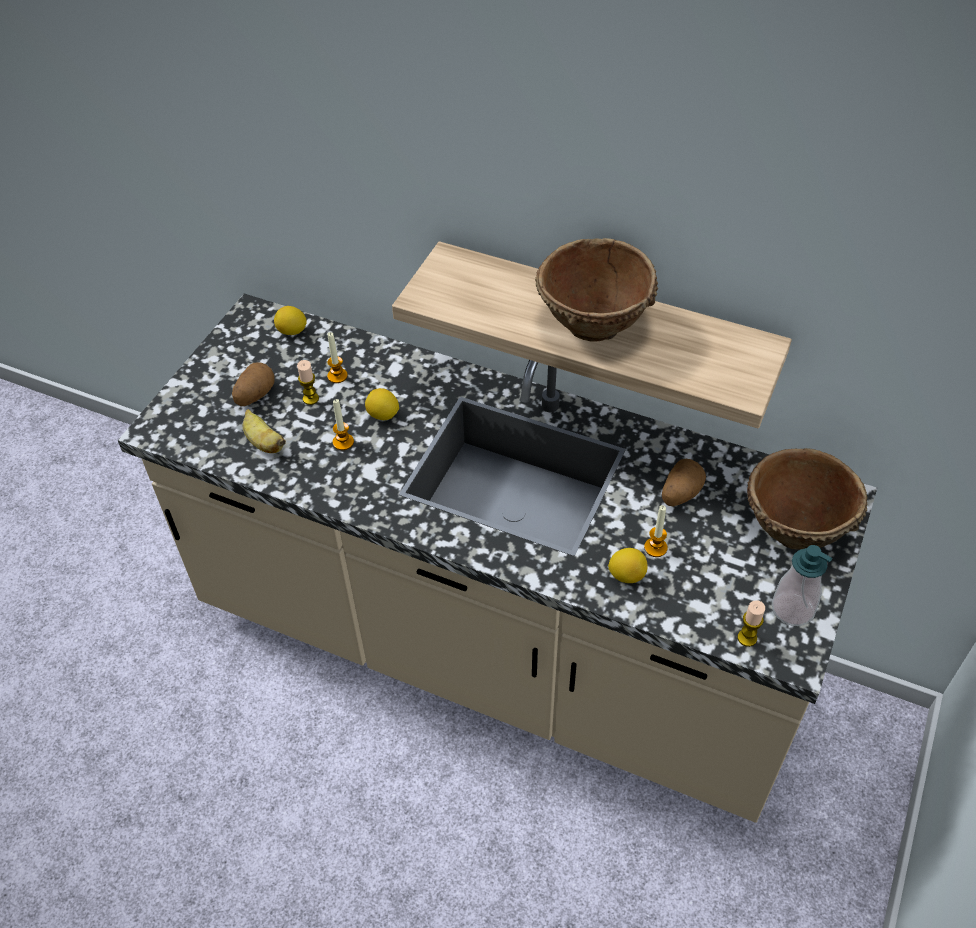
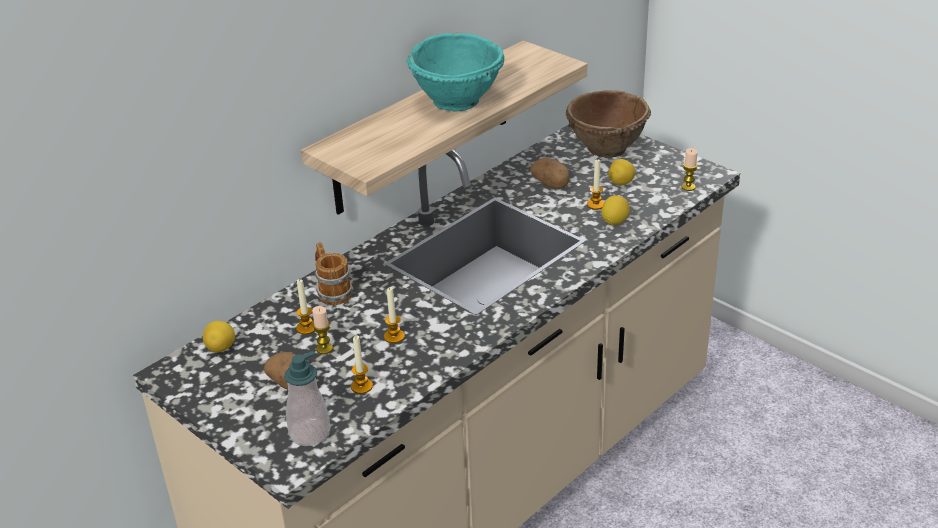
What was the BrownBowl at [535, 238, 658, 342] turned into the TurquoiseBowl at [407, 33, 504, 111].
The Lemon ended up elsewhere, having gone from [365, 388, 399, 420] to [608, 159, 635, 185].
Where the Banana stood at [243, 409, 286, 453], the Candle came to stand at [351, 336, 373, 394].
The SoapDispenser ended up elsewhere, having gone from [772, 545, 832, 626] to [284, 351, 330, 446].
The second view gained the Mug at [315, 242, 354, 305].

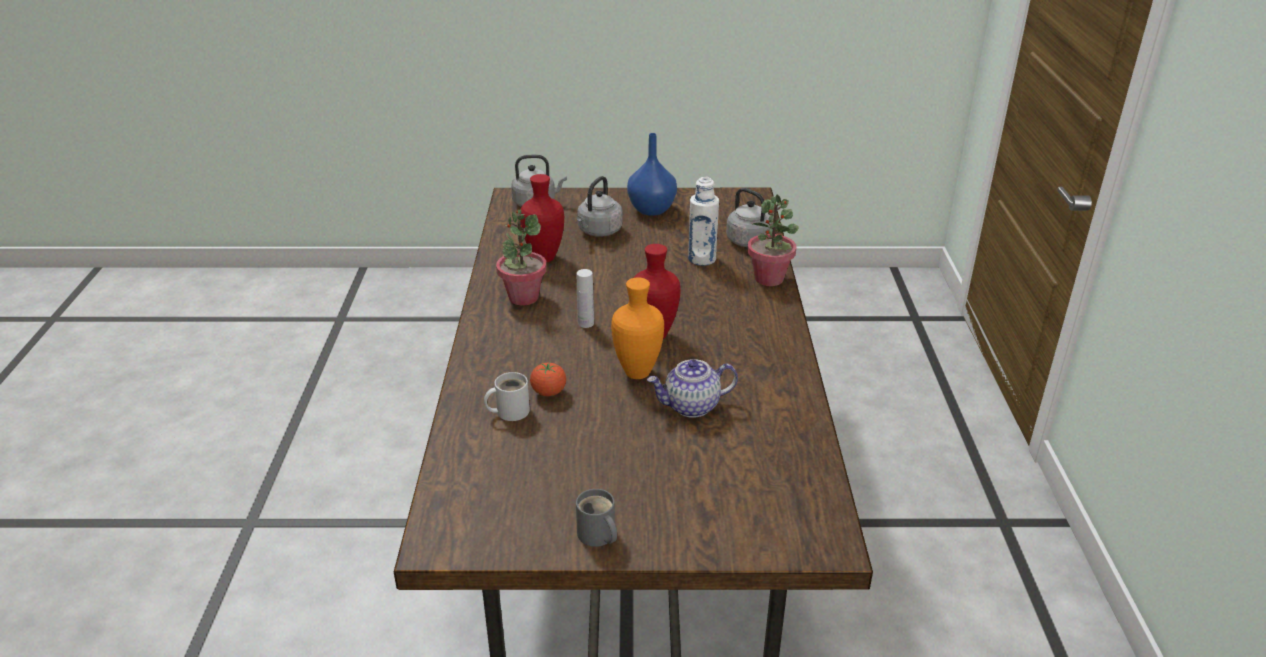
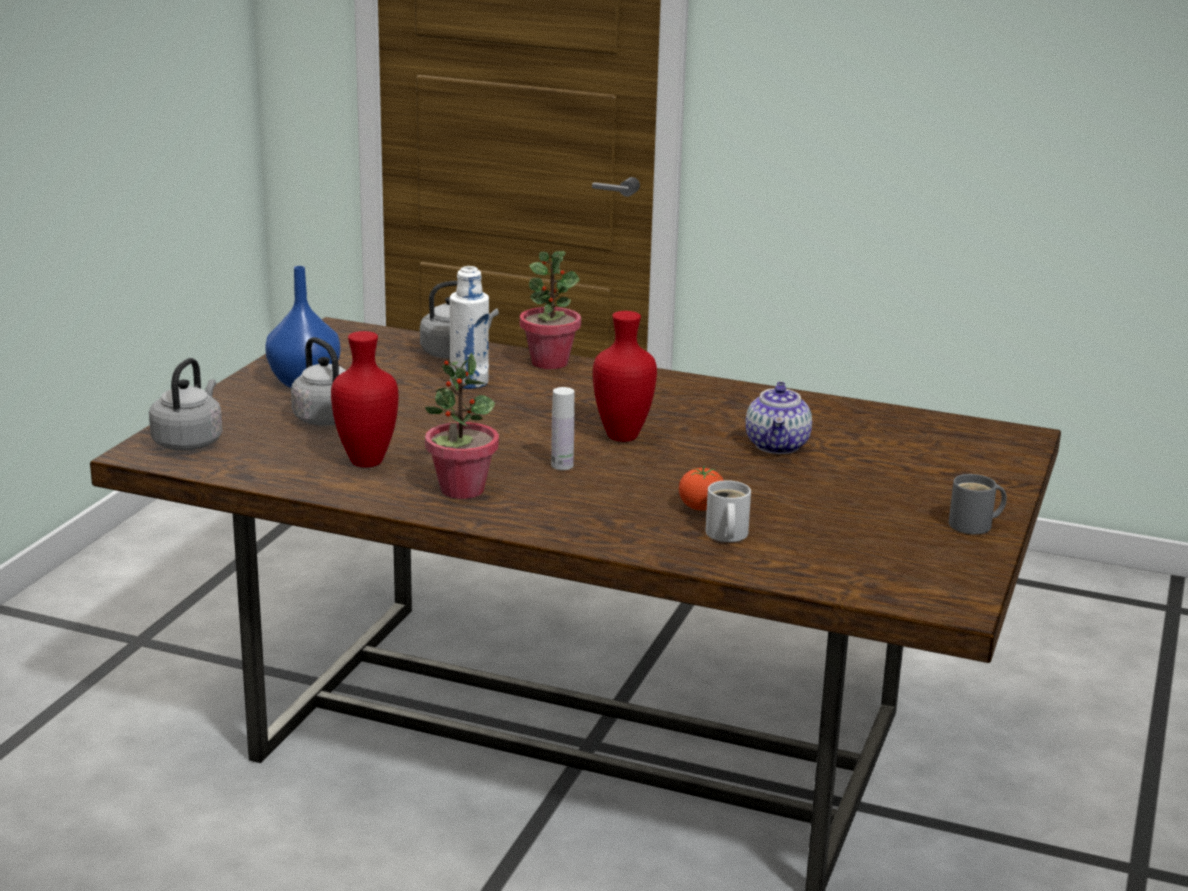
The second view lost the OrangeVase at [611, 277, 664, 379].

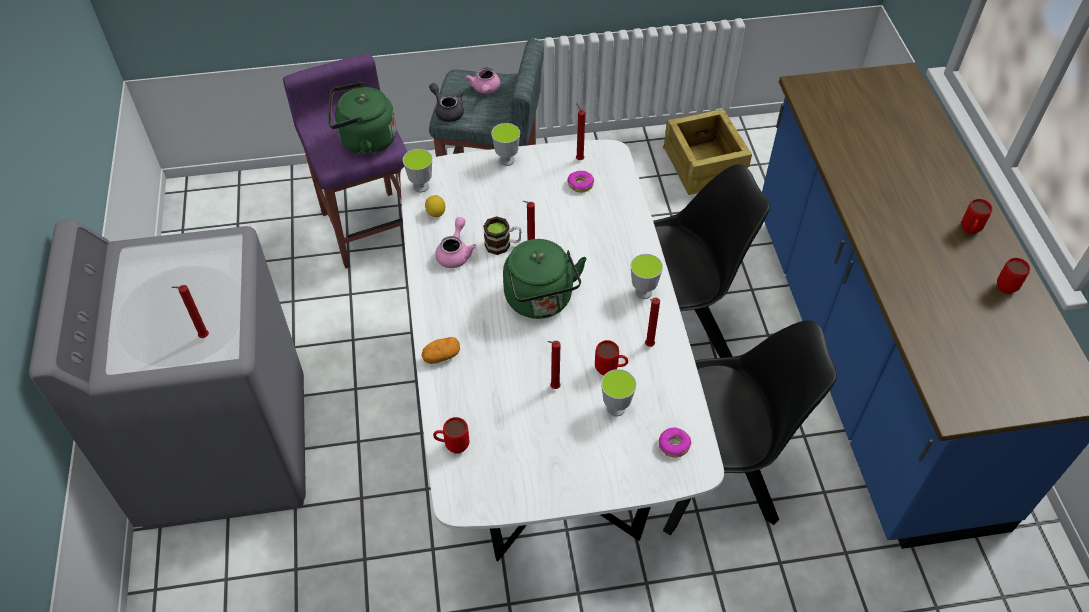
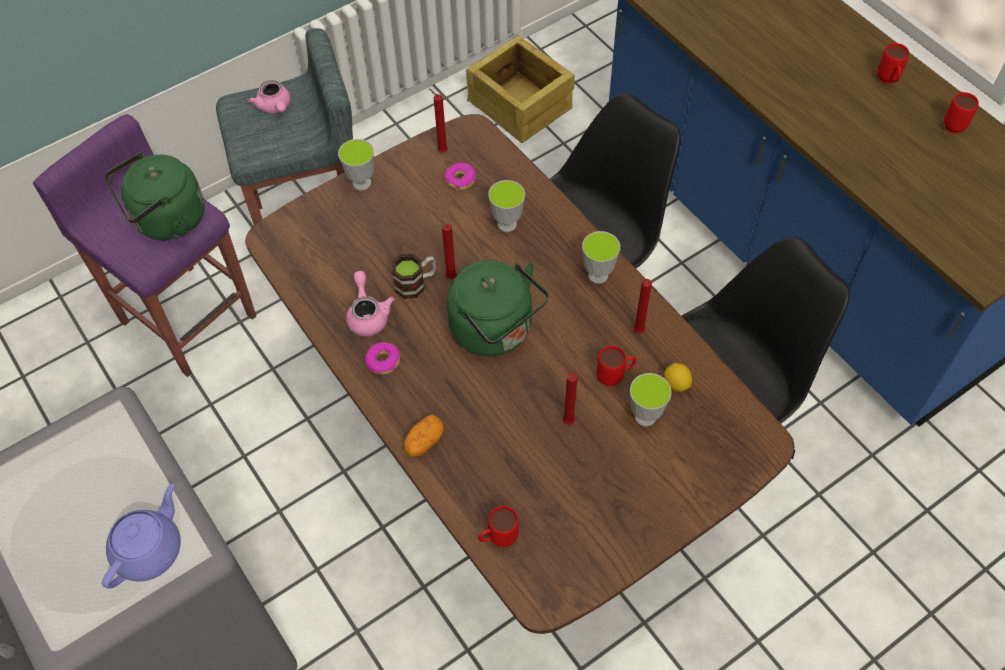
The second view lost the GreyTeapot at [429, 83, 464, 122].
What was the WhiteDiningTable at [400, 140, 724, 562] turned into the BrownDiningTable at [245, 114, 794, 634].
The Cup ended up elsewhere, having gone from [403, 149, 432, 192] to [488, 180, 525, 232].
The Lemon ended up elsewhere, having gone from [425, 195, 445, 217] to [664, 363, 692, 392].
Where the RedCandle stood at [172, 285, 209, 338], the PurpleTeapot came to stand at [102, 484, 181, 589].
The Donut ended up elsewhere, having gone from [659, 428, 691, 458] to [365, 342, 400, 375].

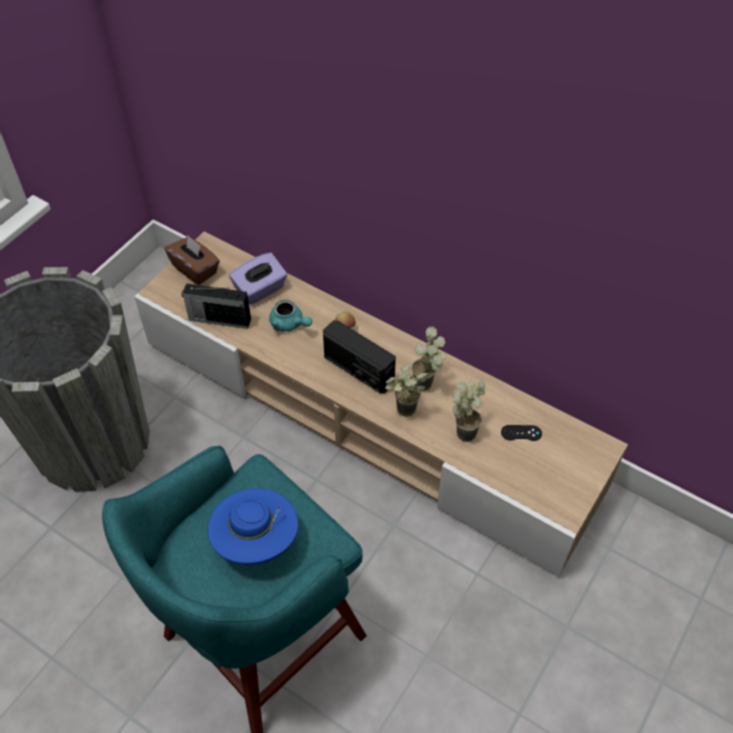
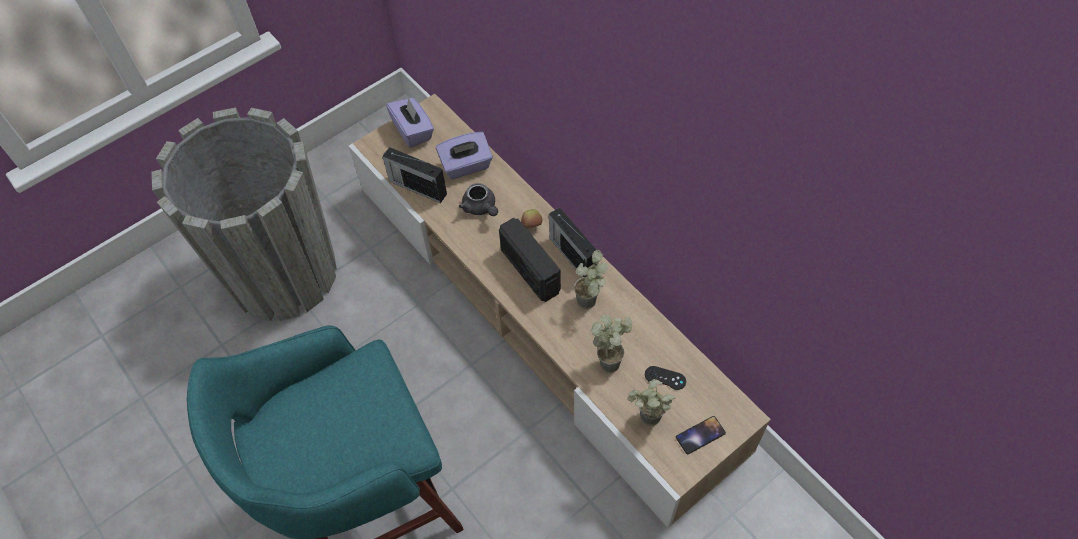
What was the BrownTissueBox at [165, 236, 220, 285] turned into the PurpleTissueBox at [386, 98, 434, 148].
What was the TurquoiseTeapot at [269, 300, 312, 332] turned into the GreyTeapot at [459, 183, 498, 216].
The PottedPlant ended up elsewhere, having gone from [385, 365, 429, 417] to [627, 379, 676, 426].
The second view lost the BlueHat at [208, 488, 299, 565].
The second view gained the Radio at [549, 208, 597, 278].
The second view gained the Phone at [676, 416, 726, 455].

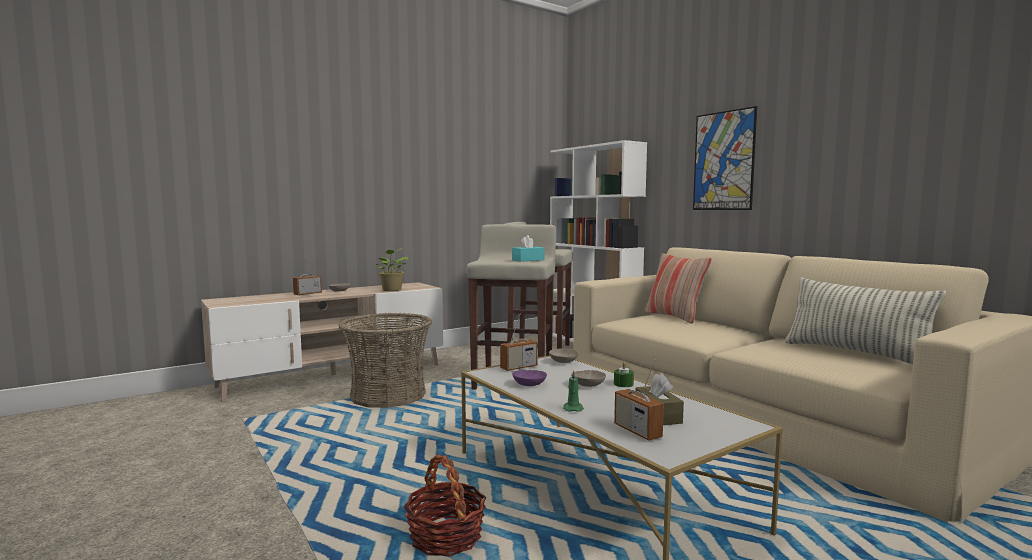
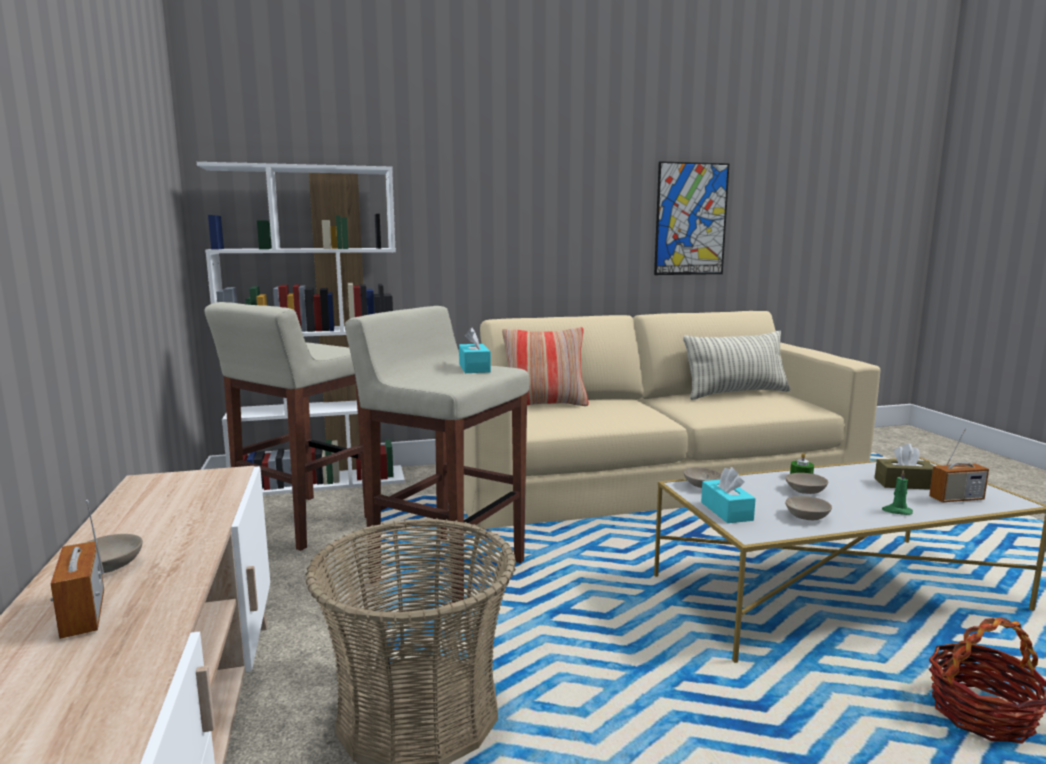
The Picture ended up elsewhere, having gone from [693, 106, 757, 210] to [654, 161, 729, 275].
The second view lost the PottedPlant at [375, 248, 408, 291].
Where the Radio stood at [500, 314, 538, 371], the TurquoiseTissueBox came to stand at [701, 467, 756, 523].
What was the PurpleBowl at [512, 370, 547, 386] turned into the BeigeBowl at [785, 496, 832, 520].

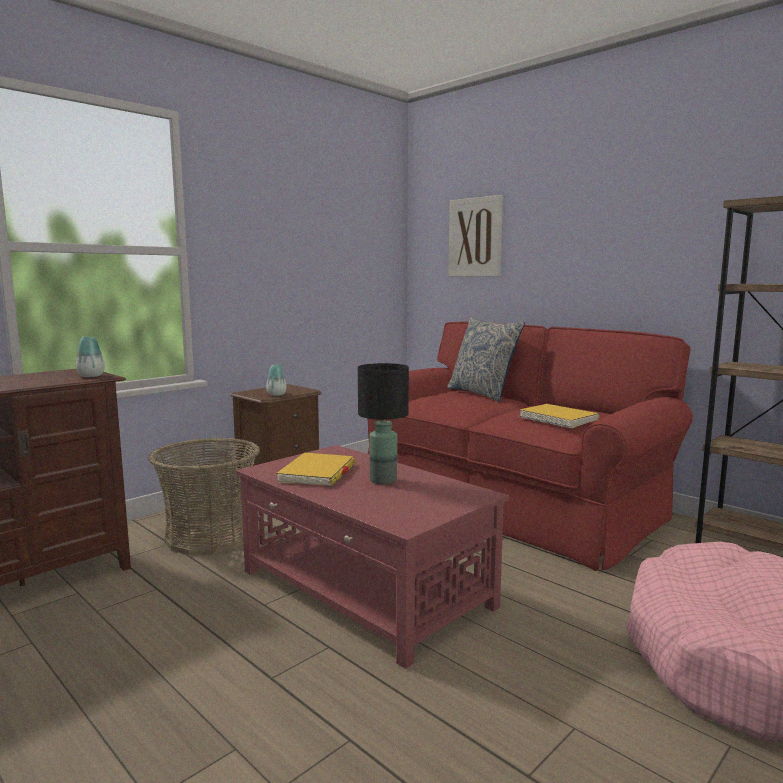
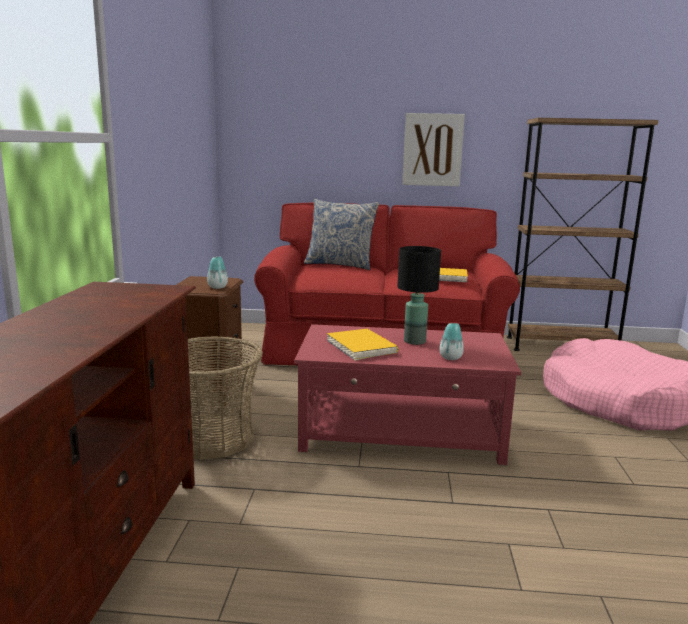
The Picture ended up elsewhere, having gone from [448, 195, 503, 276] to [402, 113, 465, 187].
The Vase ended up elsewhere, having gone from [76, 337, 105, 377] to [439, 323, 464, 360].

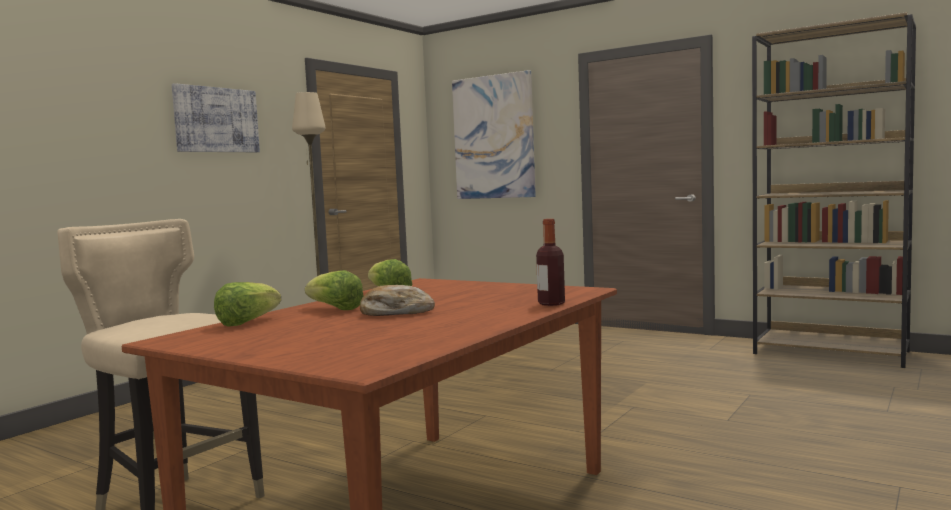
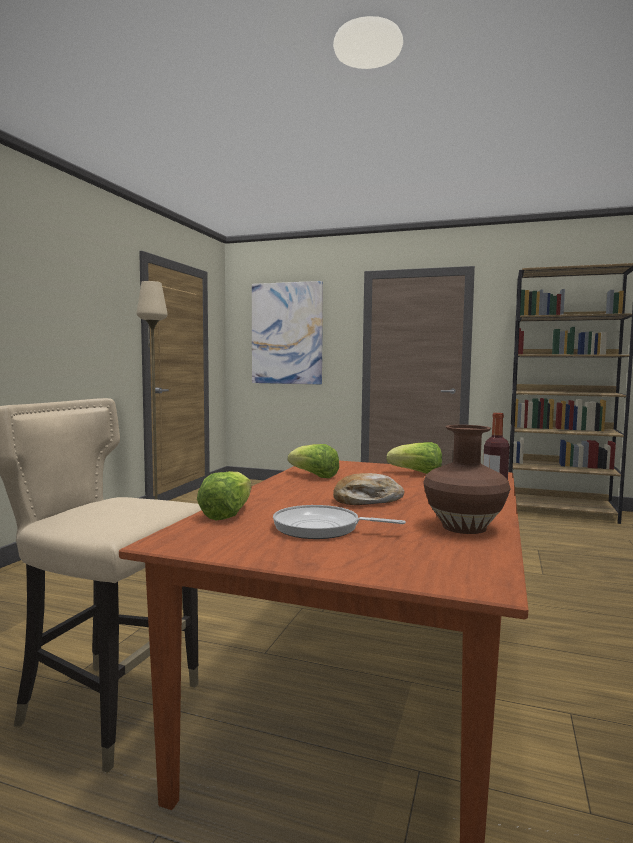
The second view lost the Picture at [172, 83, 260, 152].
The Lettuce ended up elsewhere, having gone from [305, 270, 364, 310] to [387, 442, 442, 474].
The second view gained the BrownVase at [423, 425, 511, 534].
The second view gained the FryingPan at [273, 505, 406, 539].

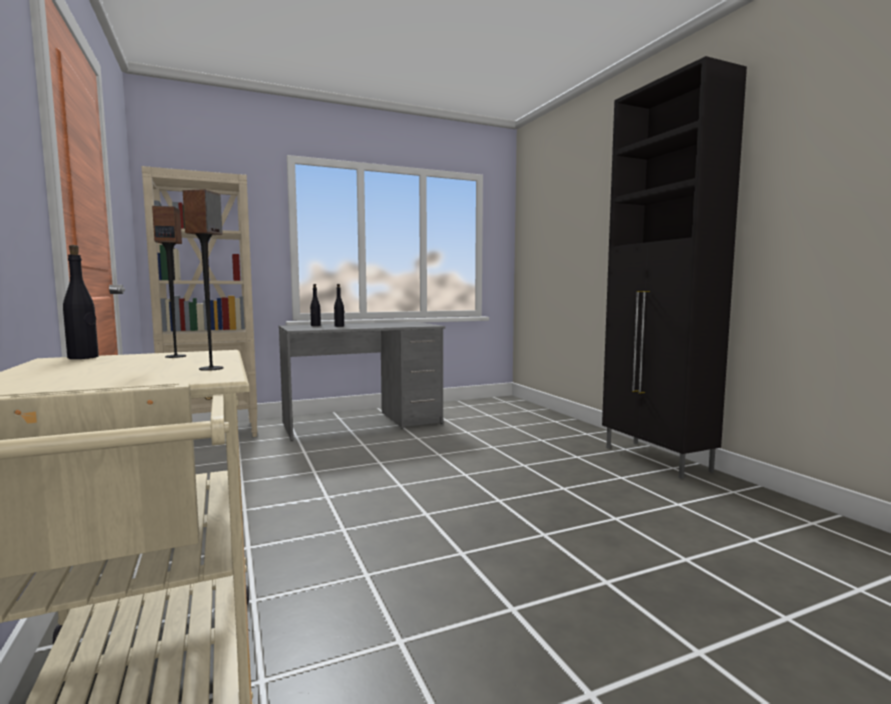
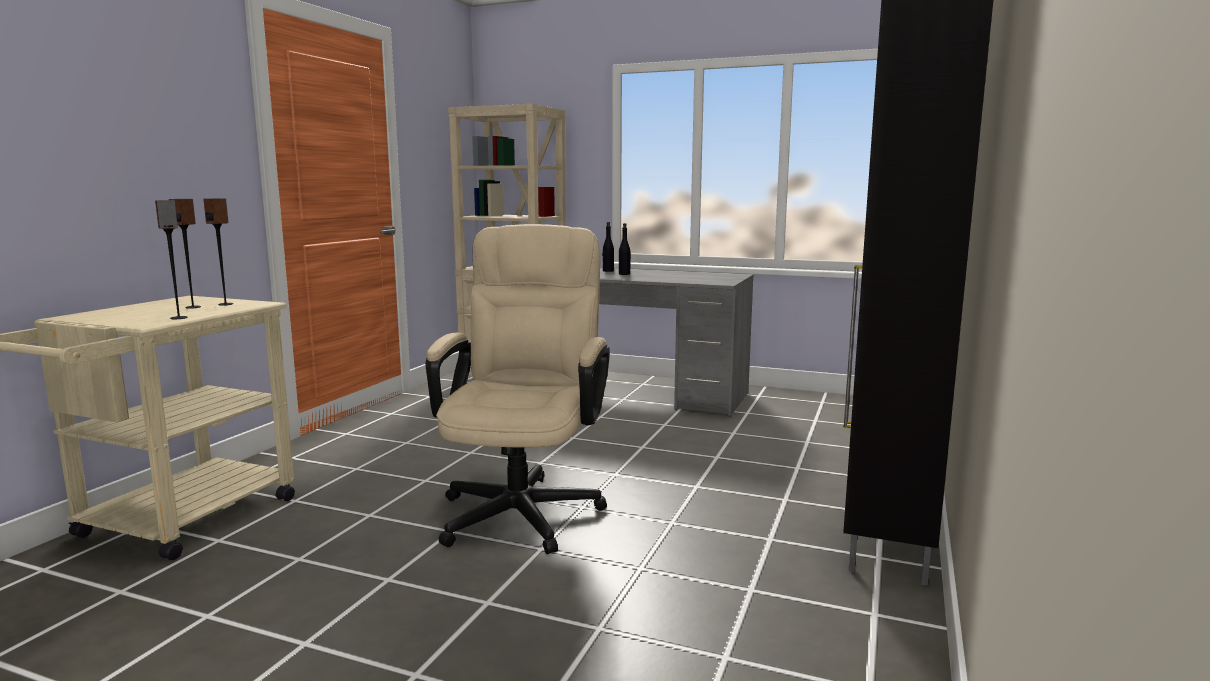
The second view lost the BlackBottle at [63, 245, 99, 359].
The second view gained the Speaker at [169, 199, 201, 309].
The second view gained the BeigeOfficeChair at [426, 224, 610, 554].

